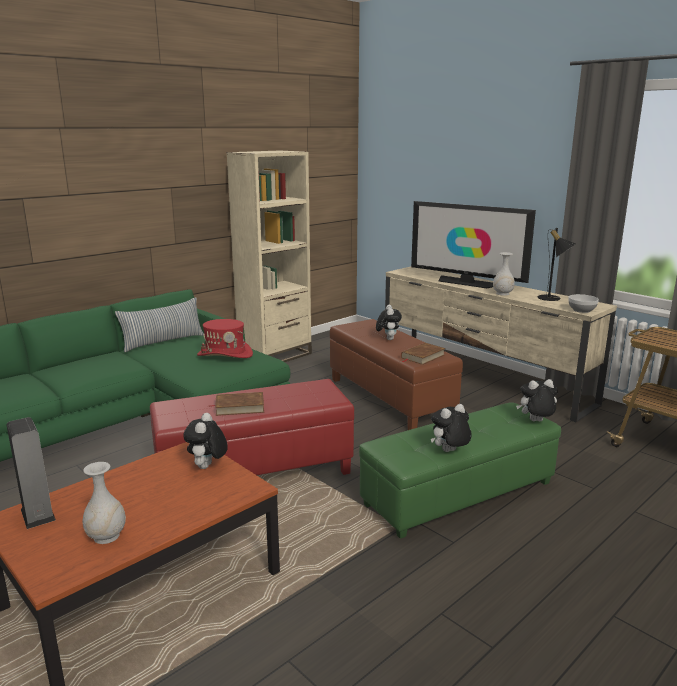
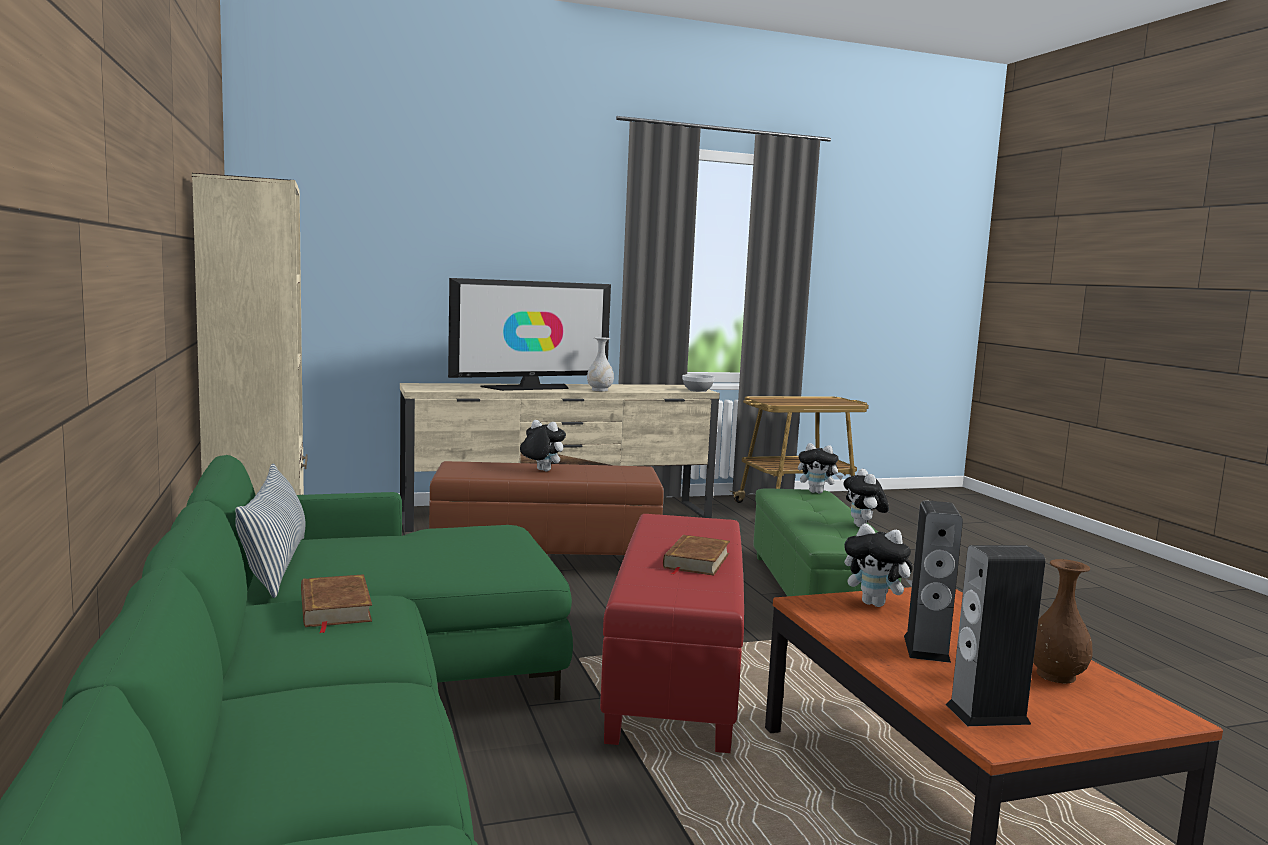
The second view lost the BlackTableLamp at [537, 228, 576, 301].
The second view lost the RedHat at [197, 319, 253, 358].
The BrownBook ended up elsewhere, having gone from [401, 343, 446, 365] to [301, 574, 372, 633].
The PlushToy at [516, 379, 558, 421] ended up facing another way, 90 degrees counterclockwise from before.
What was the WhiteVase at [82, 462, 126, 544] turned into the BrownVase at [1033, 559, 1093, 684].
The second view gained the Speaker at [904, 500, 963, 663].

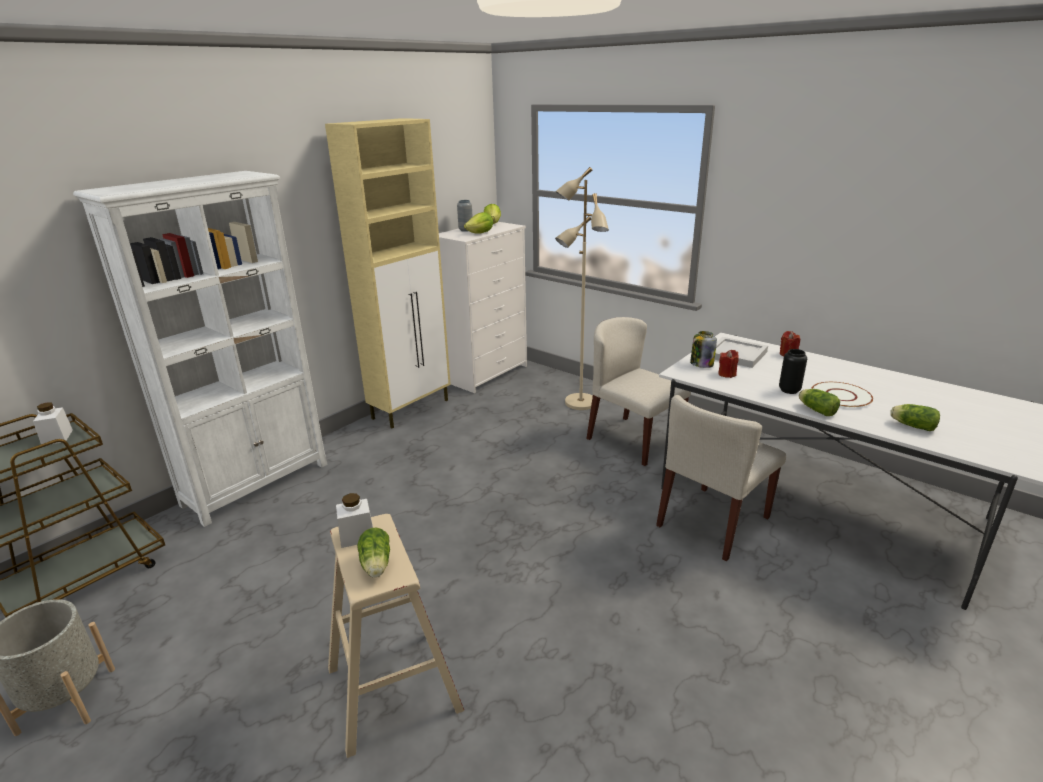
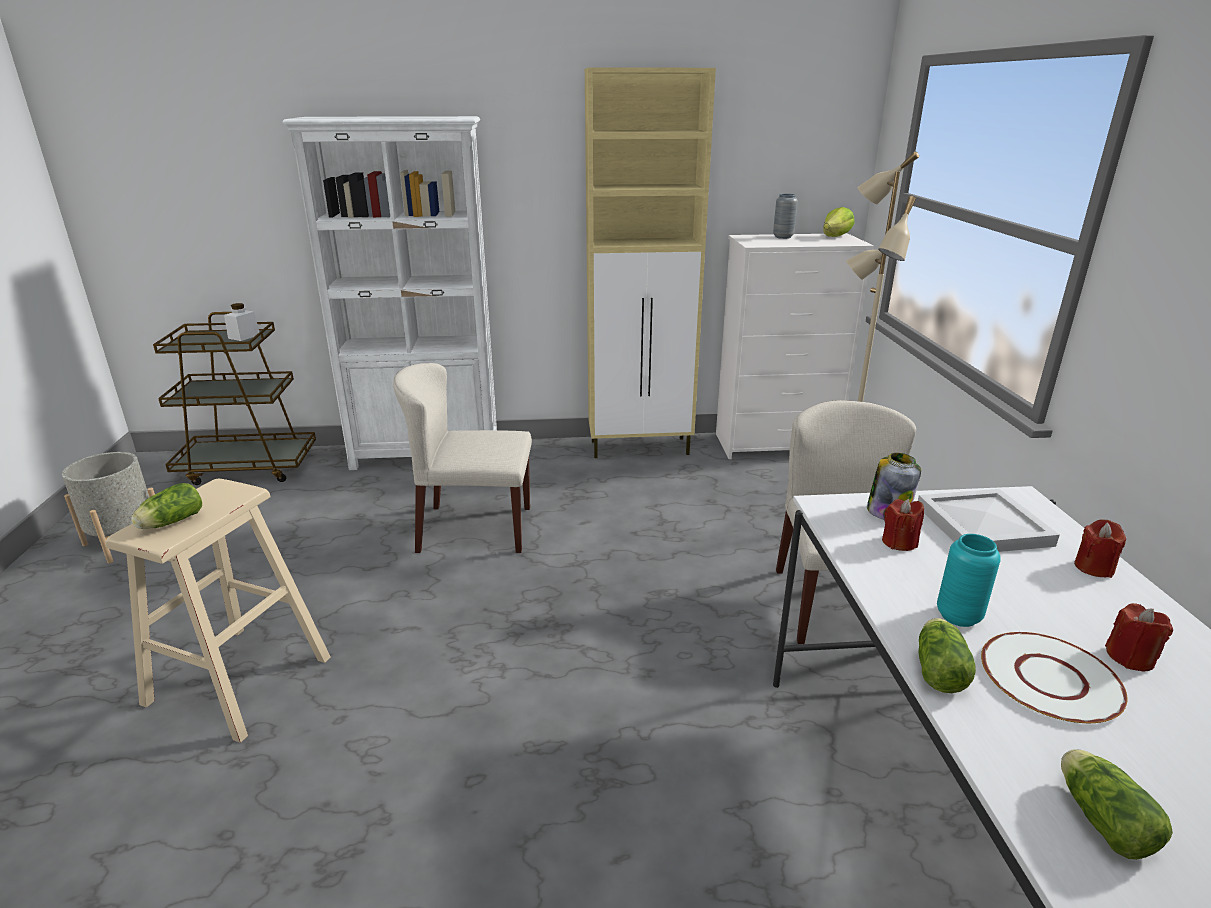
The second view lost the Lettuce at [464, 212, 493, 234].
What was the BlackVase at [779, 349, 807, 394] turned into the TurquoiseVase at [937, 534, 1001, 627].
The BeigeChair ended up elsewhere, having gone from [656, 395, 786, 561] to [393, 363, 532, 553].
The second view lost the WhiteJar at [336, 493, 373, 548].
The second view gained the RedCandle at [1105, 603, 1173, 671].

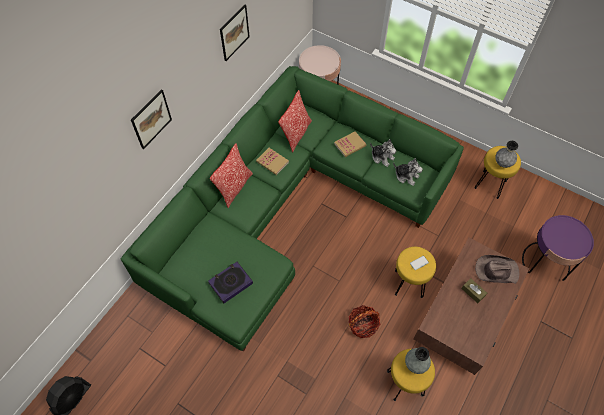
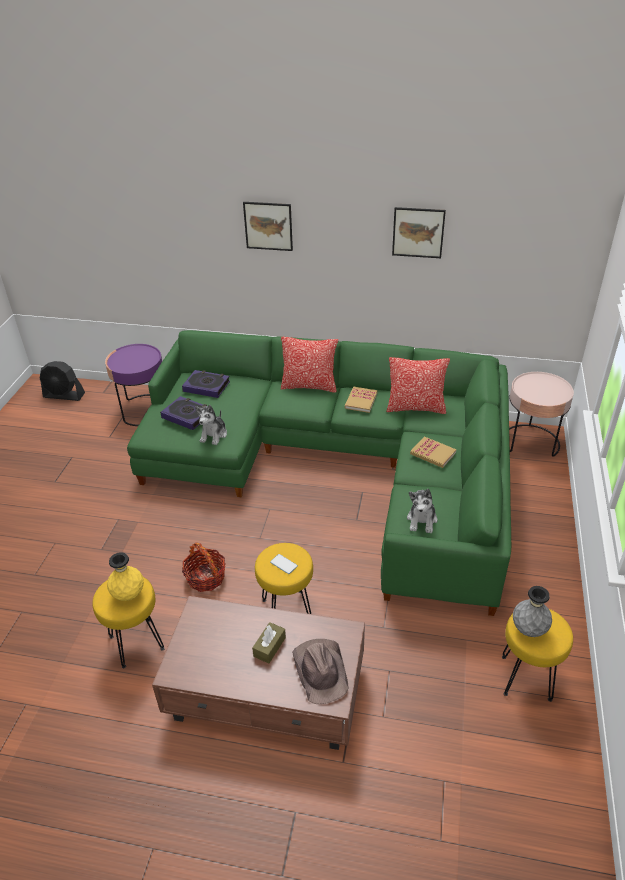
The PlushToy ended up elsewhere, having gone from [370, 139, 396, 167] to [196, 405, 227, 445].
The PurpleSideTable ended up elsewhere, having gone from [522, 215, 594, 281] to [105, 344, 162, 426].
What was the GreyVase at [405, 347, 431, 374] turned into the YellowVase at [107, 552, 144, 601].
The second view gained the Book at [182, 370, 230, 398].

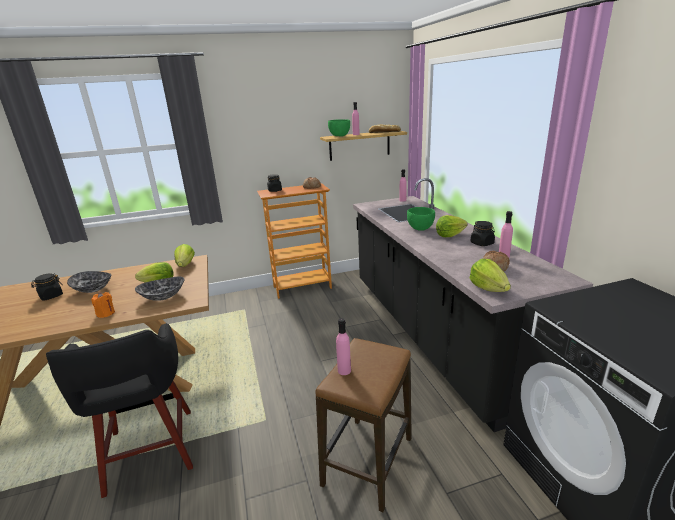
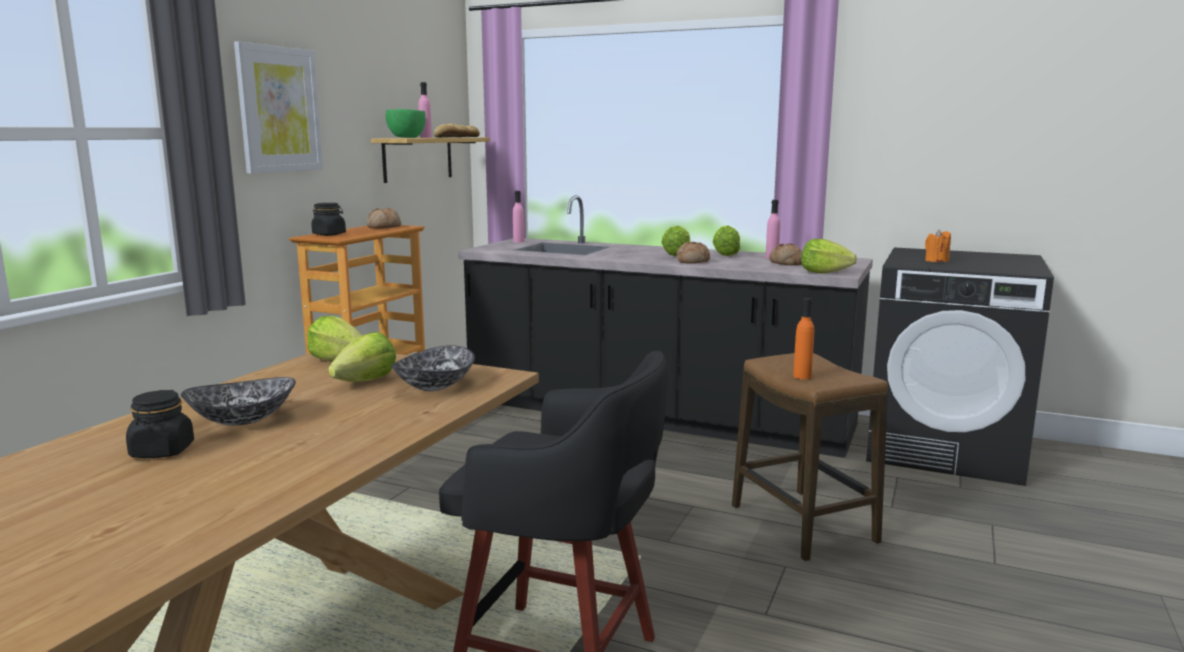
The second view lost the GreenBowl at [407, 207, 435, 231].
Where the BlackJar stood at [471, 221, 495, 246], the Lettuce came to stand at [713, 225, 740, 256].
The OrangeCandle ended up elsewhere, having gone from [91, 292, 115, 318] to [925, 229, 951, 262].
What was the PinkBottle at [336, 318, 351, 375] turned into the OrangeBottle at [793, 298, 814, 379].
The second view gained the Picture at [234, 41, 323, 174].
The second view gained the Bread at [676, 242, 710, 264].

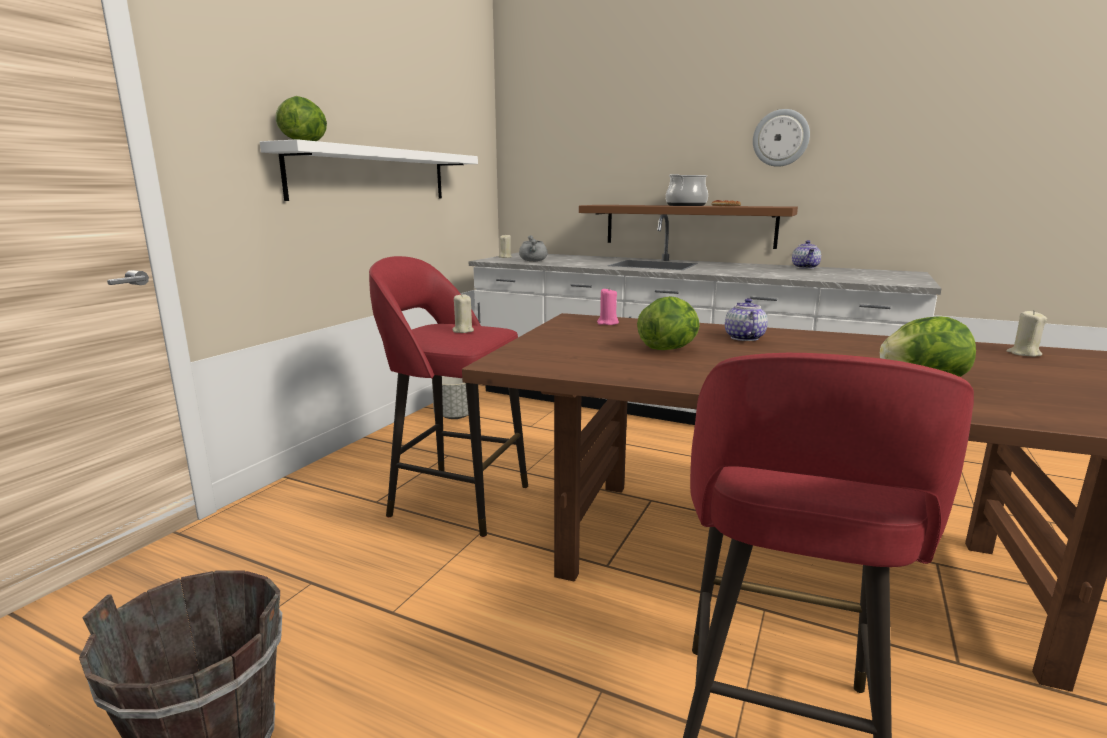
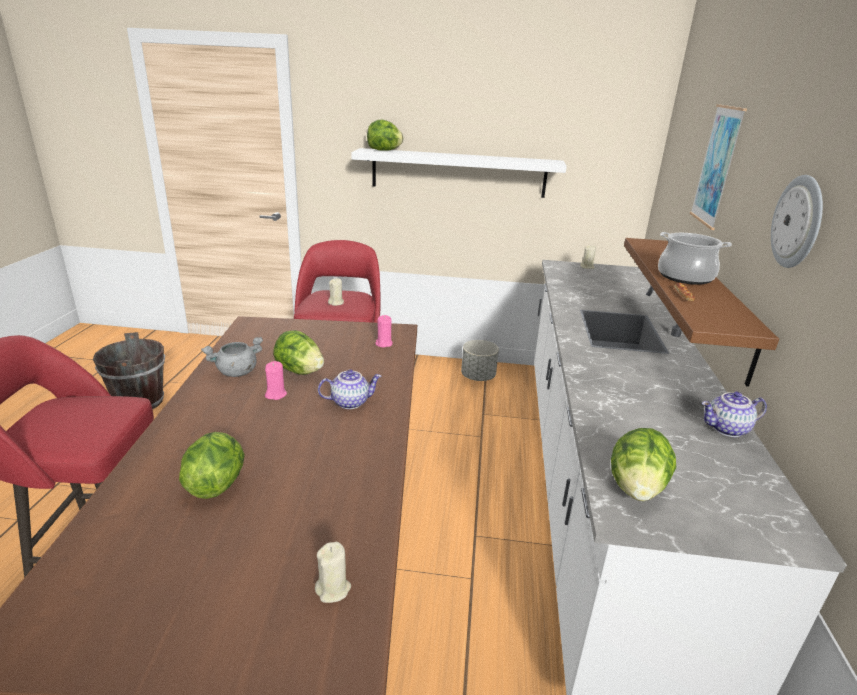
The GreyCookingPot ended up elsewhere, having gone from [519, 235, 548, 262] to [201, 337, 263, 377].
The second view gained the Picture at [690, 104, 747, 230].
The second view gained the PinkCandle at [265, 361, 287, 400].
The second view gained the Lettuce at [611, 428, 676, 501].

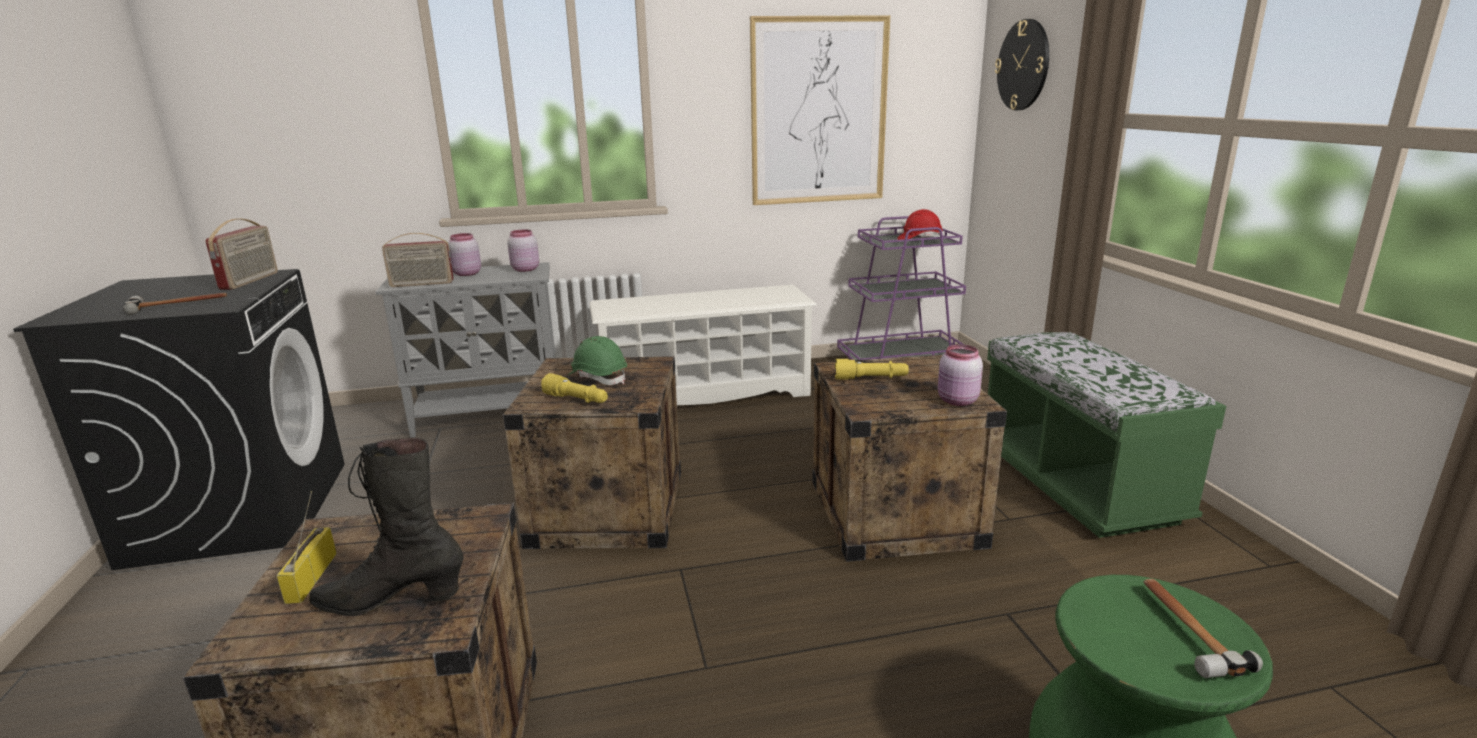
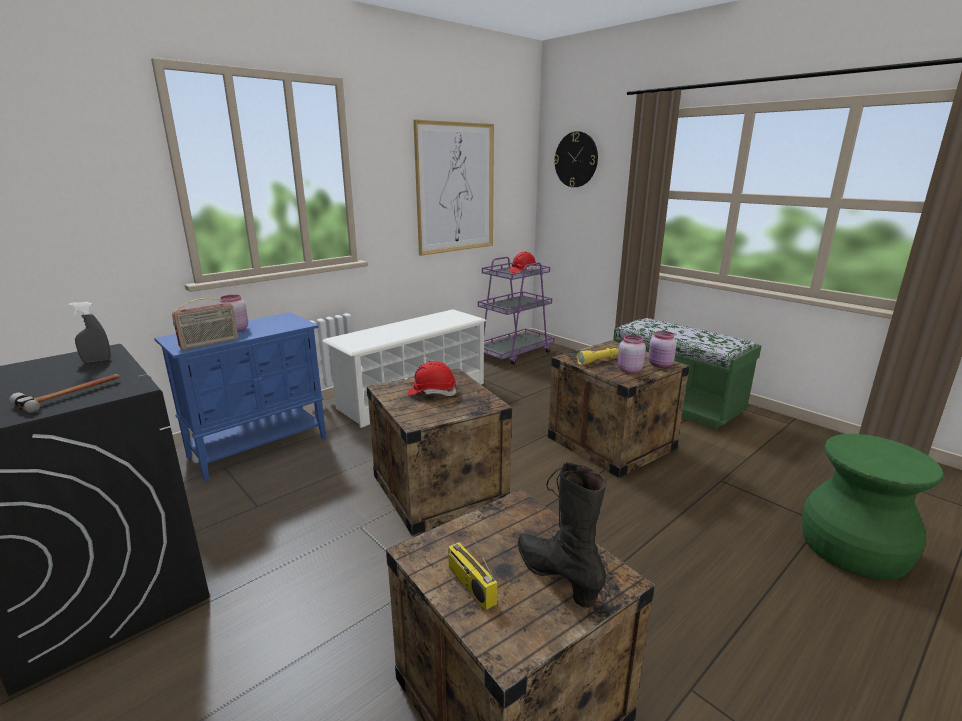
Where the Radio stood at [206, 219, 278, 290], the GreySprayBottle came to stand at [69, 302, 111, 363].
The PinkJar ended up elsewhere, having gone from [507, 230, 539, 272] to [618, 335, 646, 373].
What was the GreyCabinet at [376, 262, 556, 438] turned into the BlueCabinet at [154, 312, 326, 482].
What was the GreenHardHat at [568, 336, 627, 385] turned into the RedHardHat at [408, 361, 457, 396].
The second view lost the YellowFlashlight at [541, 373, 608, 403].
The BlackBoot at [309, 437, 464, 616] ended up facing another way, 90 degrees clockwise from before.
The second view lost the Hammer at [1143, 579, 1263, 678].

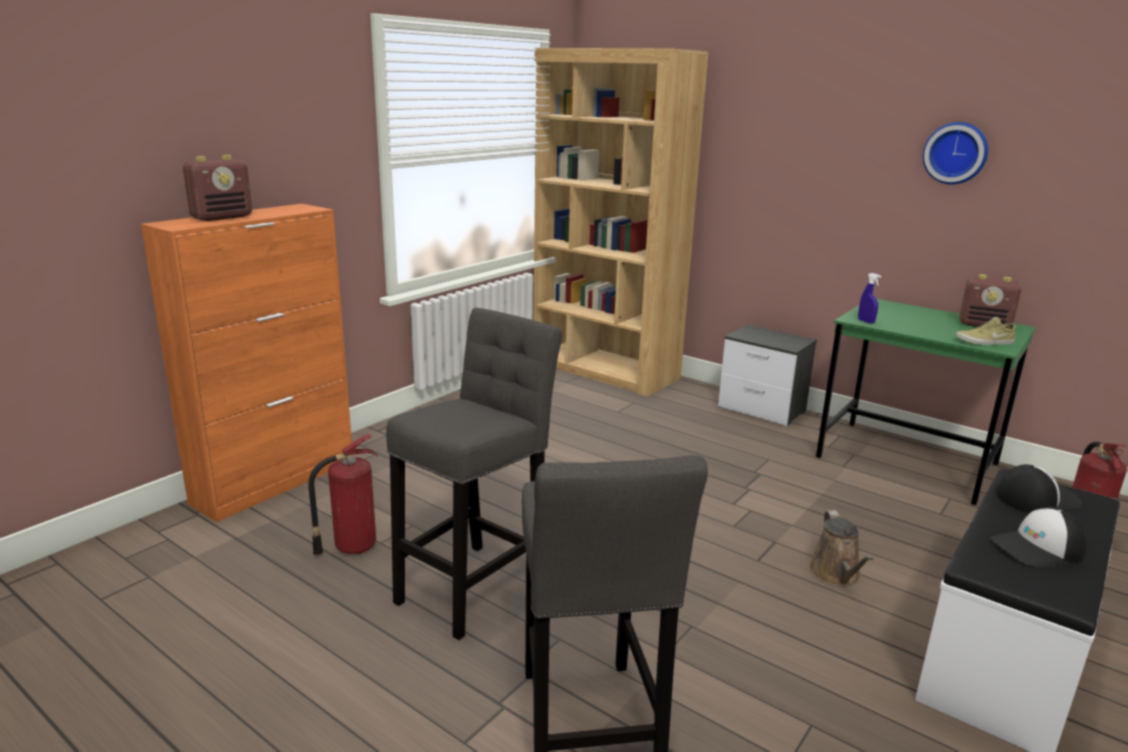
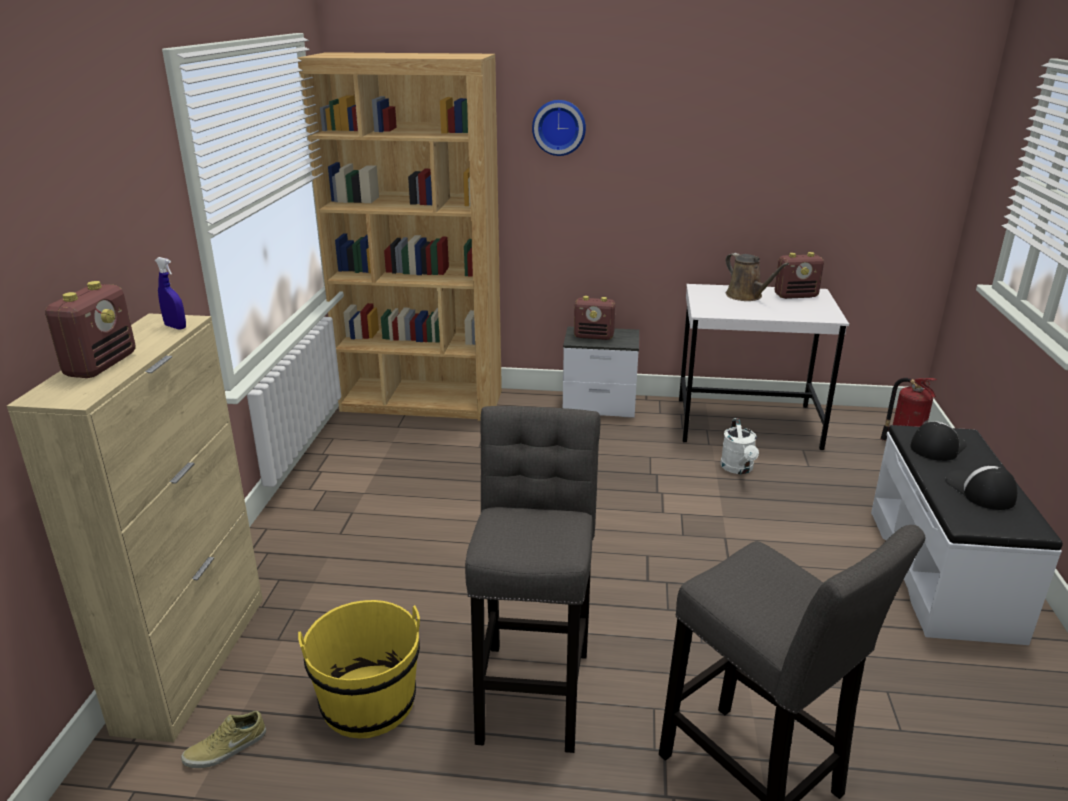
The WallClock ended up elsewhere, having gone from [923, 122, 988, 185] to [532, 100, 586, 156].
What was the OrangeCabinet at [141, 204, 353, 522] turned into the BeigeCabinet at [7, 313, 263, 742].
The BlueSprayBottle ended up elsewhere, having gone from [858, 273, 881, 324] to [155, 257, 186, 329].
What was the GreenDesk at [816, 299, 1036, 505] turned into the WhiteDesk at [679, 284, 849, 450].
The BeigeShoe ended up elsewhere, having gone from [955, 317, 1016, 345] to [181, 711, 266, 768].
Where the FireExtinguisher stood at [308, 434, 378, 556], the YellowBucket came to stand at [298, 600, 420, 738].
The Cap at [991, 507, 1087, 568] ended up facing another way, 120 degrees clockwise from before.
The BrownWateringCan ended up elsewhere, having gone from [809, 510, 873, 586] to [725, 253, 789, 301].
The second view gained the Radio at [574, 296, 616, 340].
The second view gained the WhiteWateringCan at [720, 418, 759, 474].

